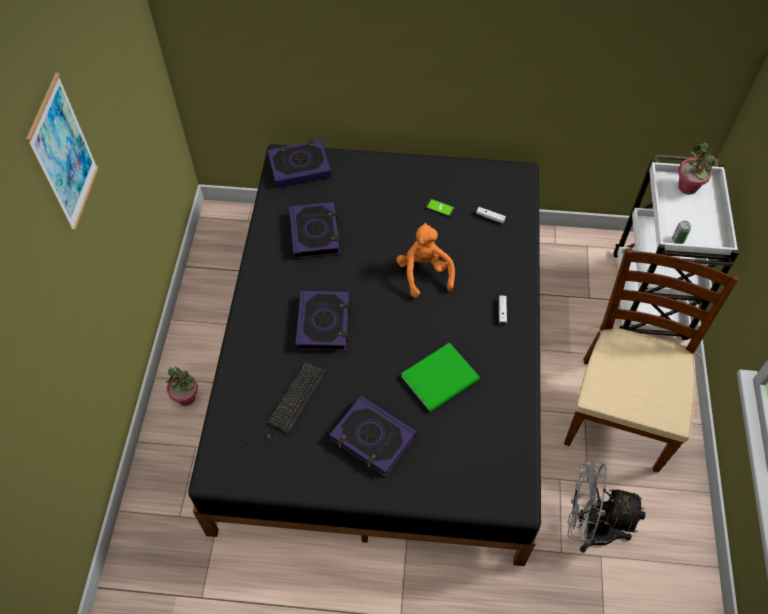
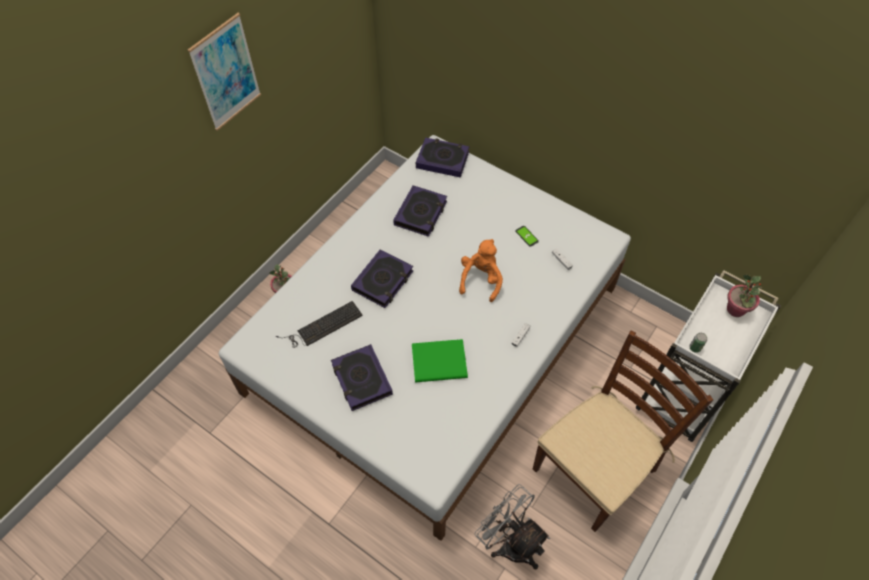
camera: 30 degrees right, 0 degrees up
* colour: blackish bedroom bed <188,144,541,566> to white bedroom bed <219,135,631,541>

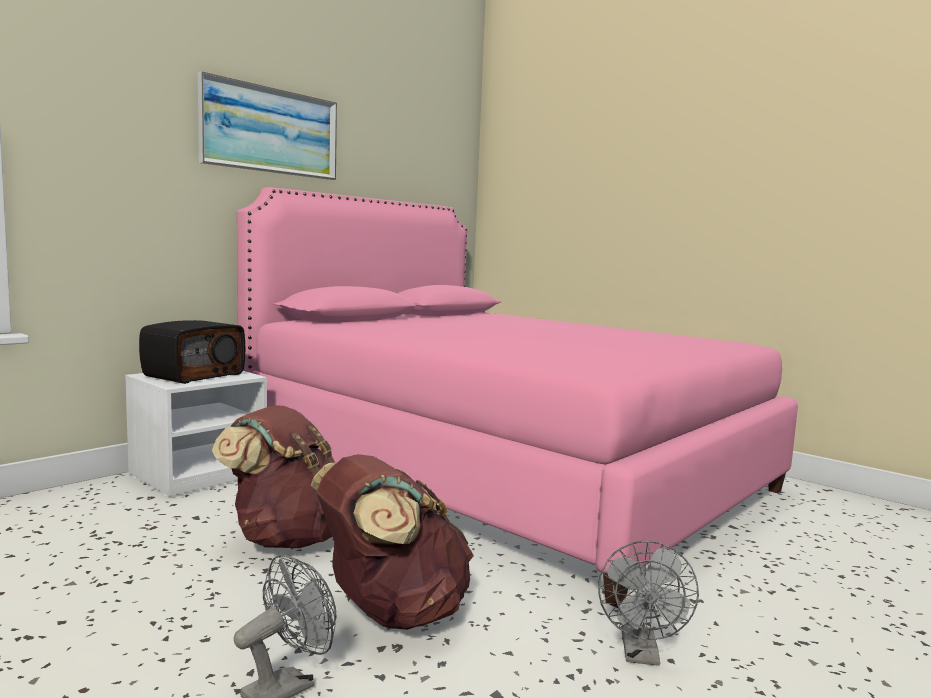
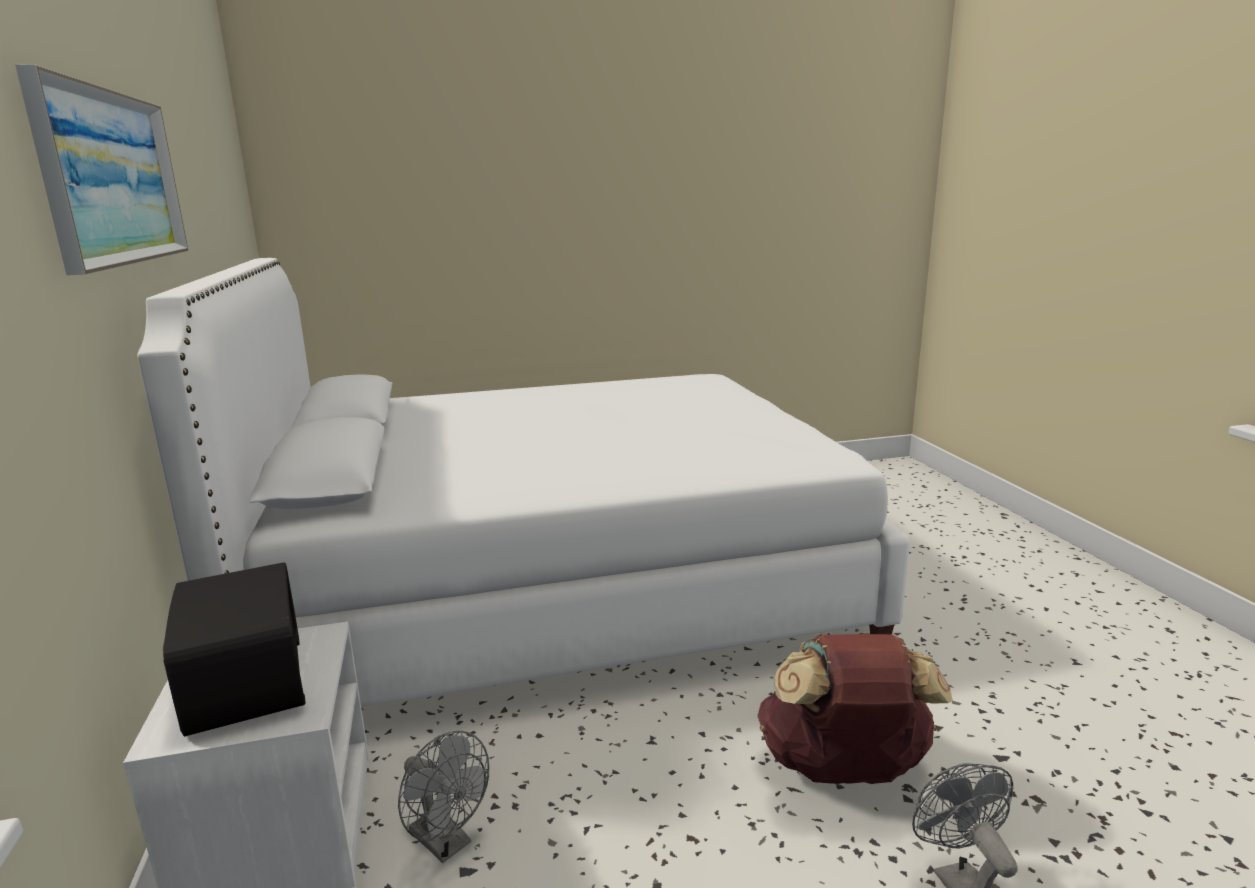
camera: 55 degrees left, 10 degrees up
* colour: pink-coloured bedroom bed <237,187,798,608> to white bedroom bed <137,258,910,707>
* relocated: grey cooling fan <598,541,699,666> to <398,731,489,863>
* missing: brownish rucksack <212,405,335,548>

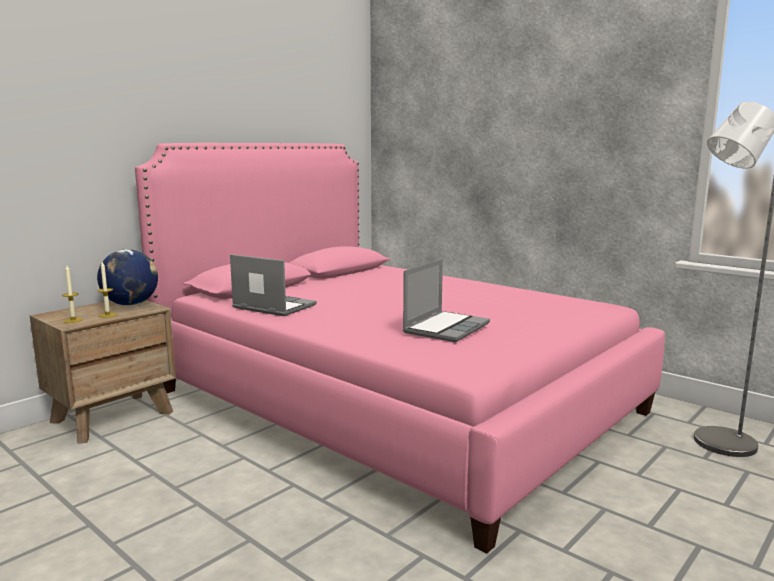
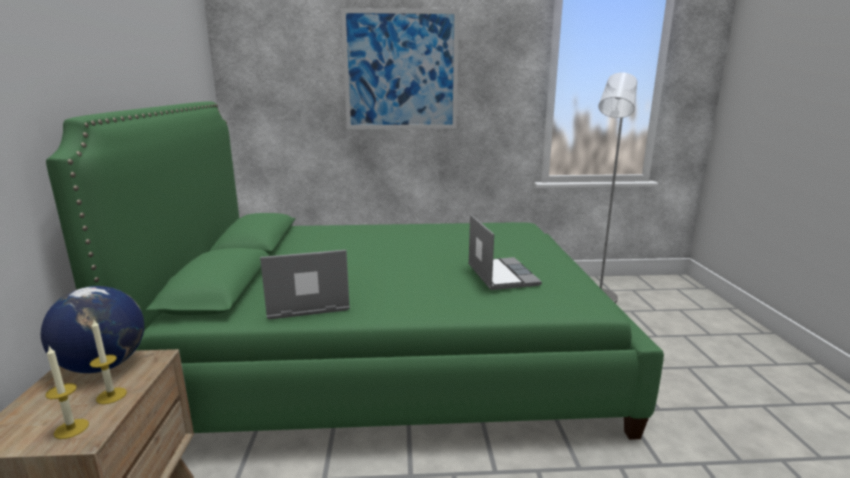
camera: 45 degrees left, 5 degrees up
* colour: pink-coloured bedroom bed <135,143,665,554> to green bedroom bed <46,101,664,440>
* appeared: picture <341,8,459,129>

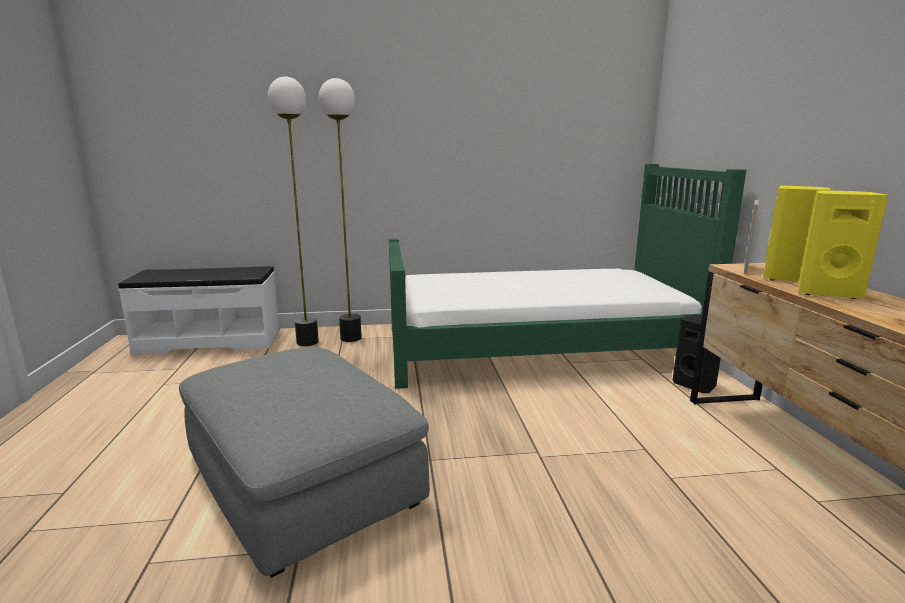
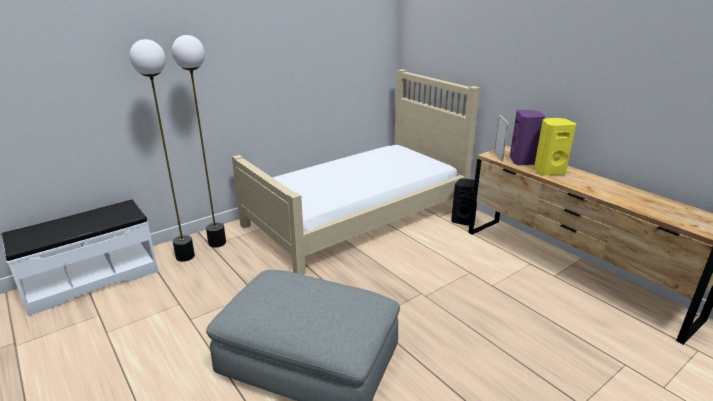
camera: 30 degrees left, 10 degrees up
* colour: green bedroom bed <389,164,746,389> to beige bedroom bed <232,69,480,275>
* colour: yellow-coloured audio speaker <763,186,831,282> to purple audio speaker <510,110,545,165>

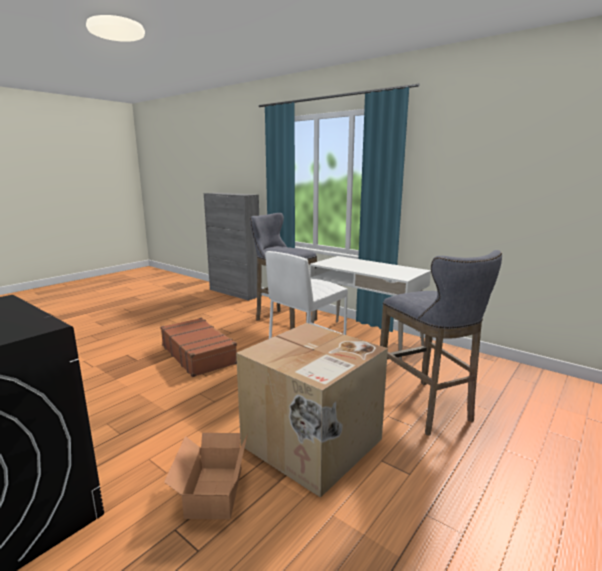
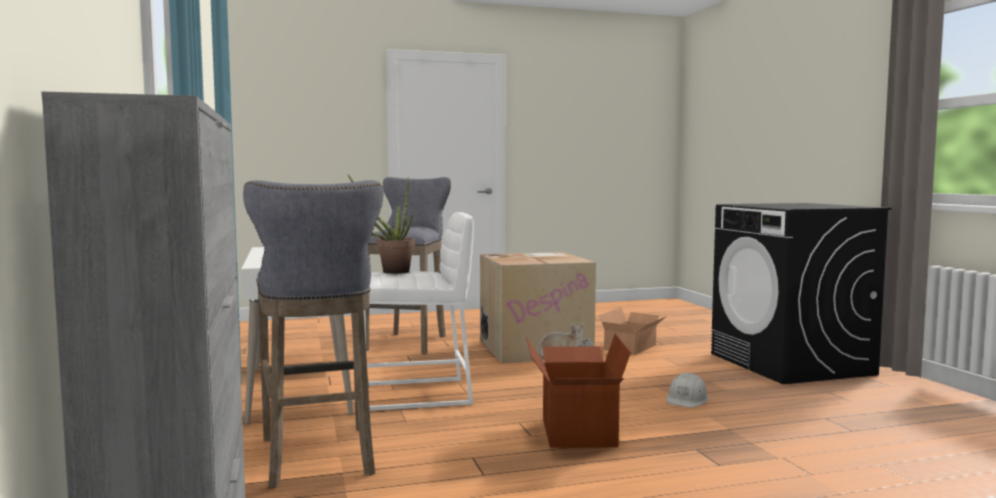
camera: 145 degrees left, 10 degrees down
* appeared: houseplant <347,174,415,274>
* exchanged: brownish piece of luggage <160,318,237,377> to cardboard box <526,333,631,448>
* appeared: white hard hat <667,372,709,408>

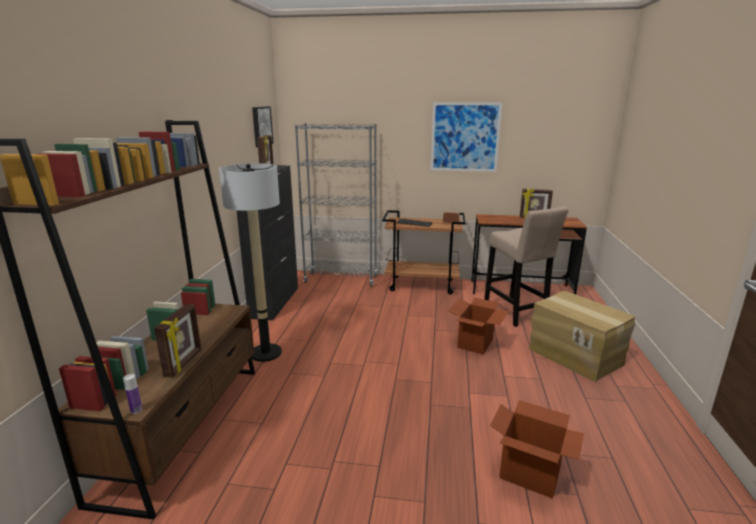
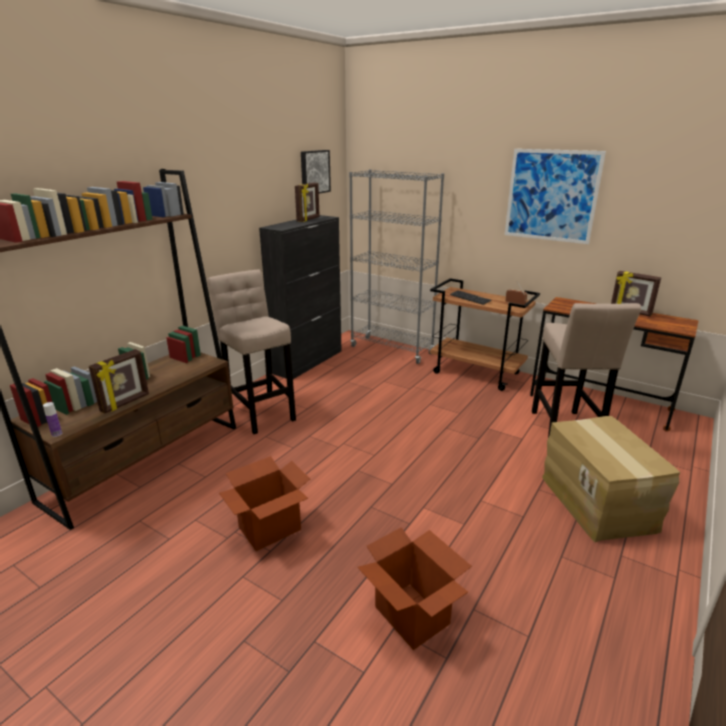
camera: 25 degrees right, 5 degrees up
* exchanged: floor lamp <219,163,282,362> to beige stool seat <207,269,296,434>
* relocated: cardboard box <448,298,509,355> to <219,456,310,551>

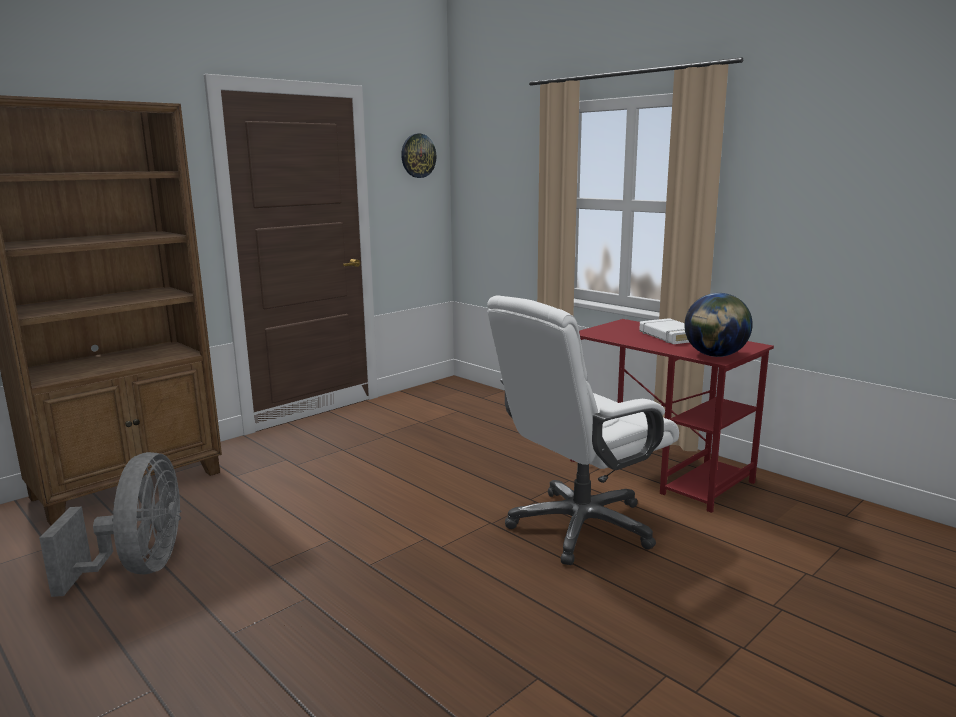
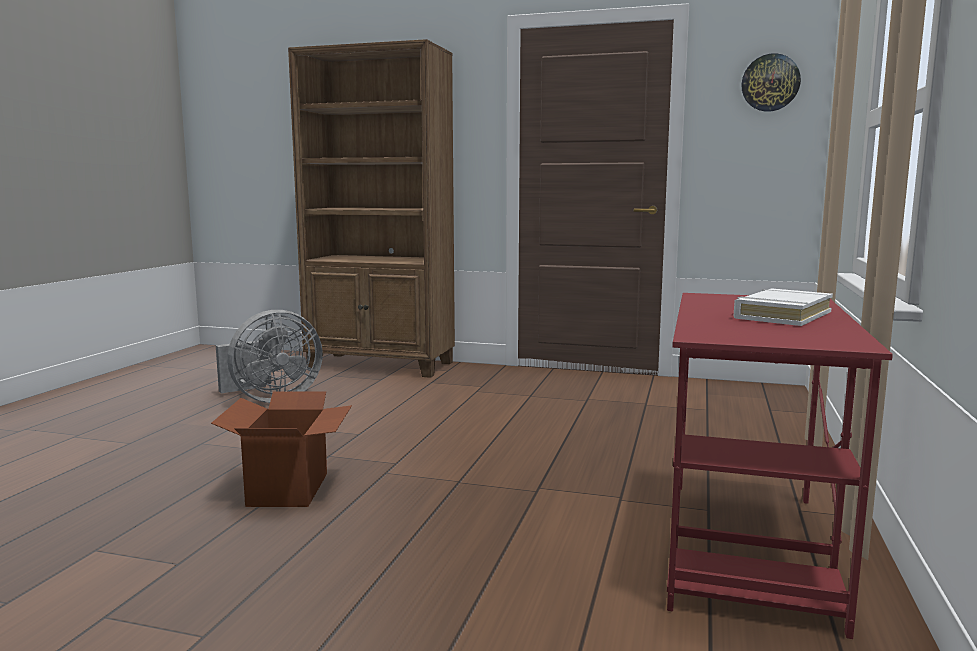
camera: 60 degrees right, 5 degrees down
* appeared: cardboard box <211,391,352,507>
* missing: white office chair <487,295,679,565>
* missing: globe <684,293,753,357>

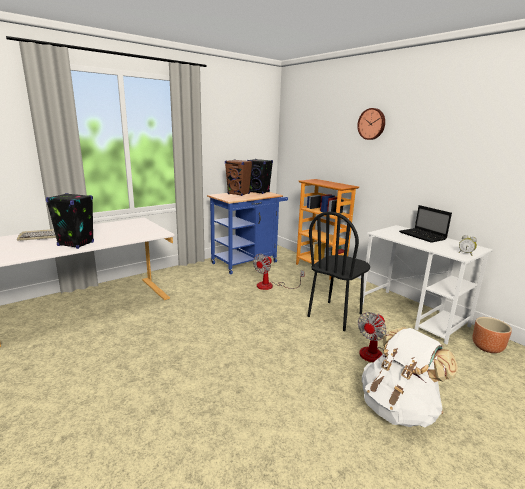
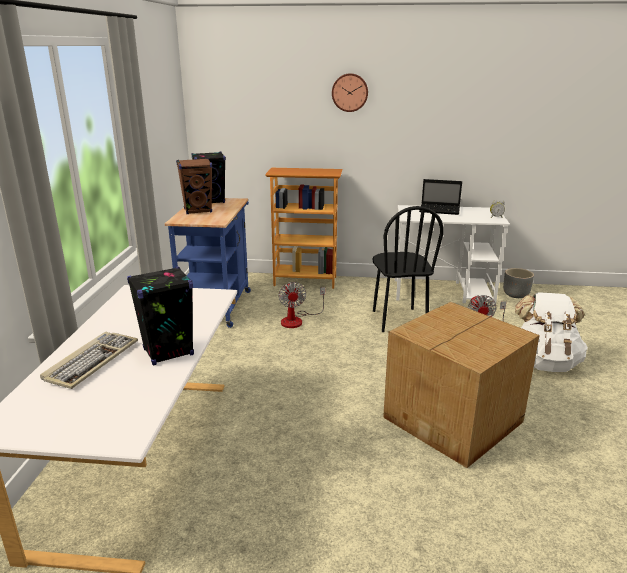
camera: 45 degrees left, 5 degrees up
* appeared: cardboard box <383,302,540,468>
* colour: brownish plant pot <472,317,512,353> to grey plant pot <503,268,534,298>

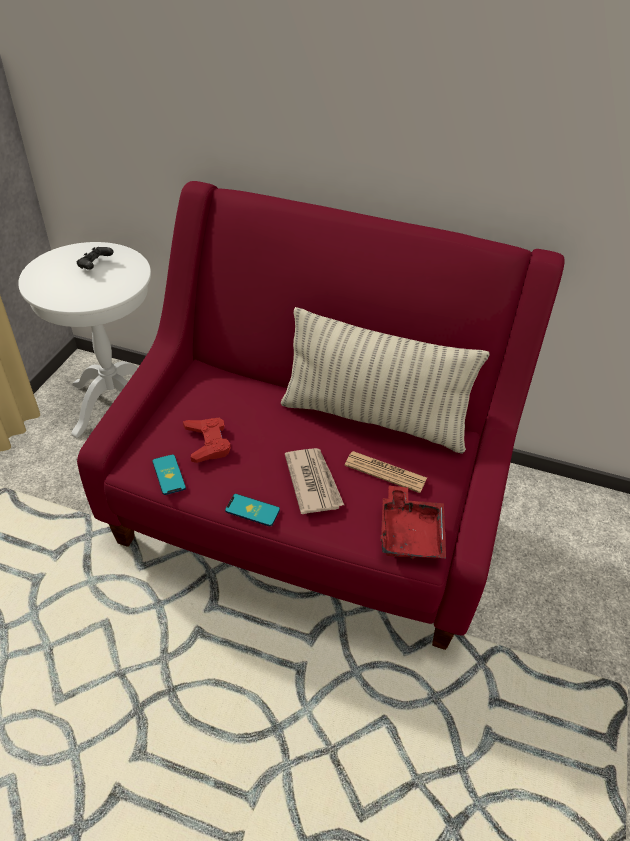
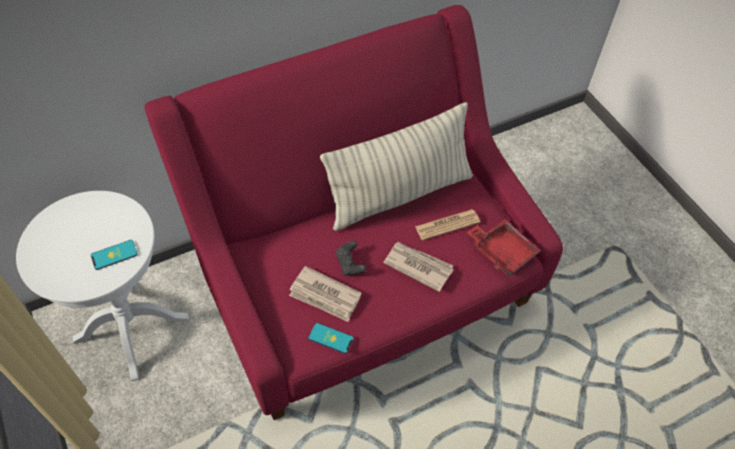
camera: 45 degrees left, 10 degrees up
* relocated: handset <225,494,280,526> to <91,240,138,270>
* exchanged: reddish game controller <183,418,231,463> to newspaper <289,266,362,322>
* relocated: blackish game controller <77,247,114,270> to <336,241,366,276>

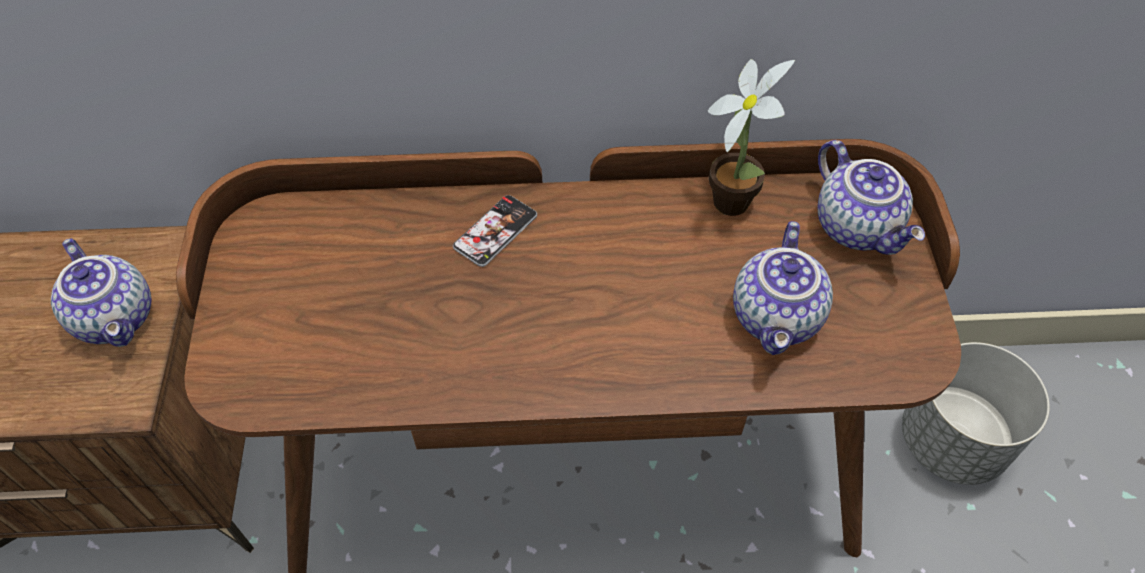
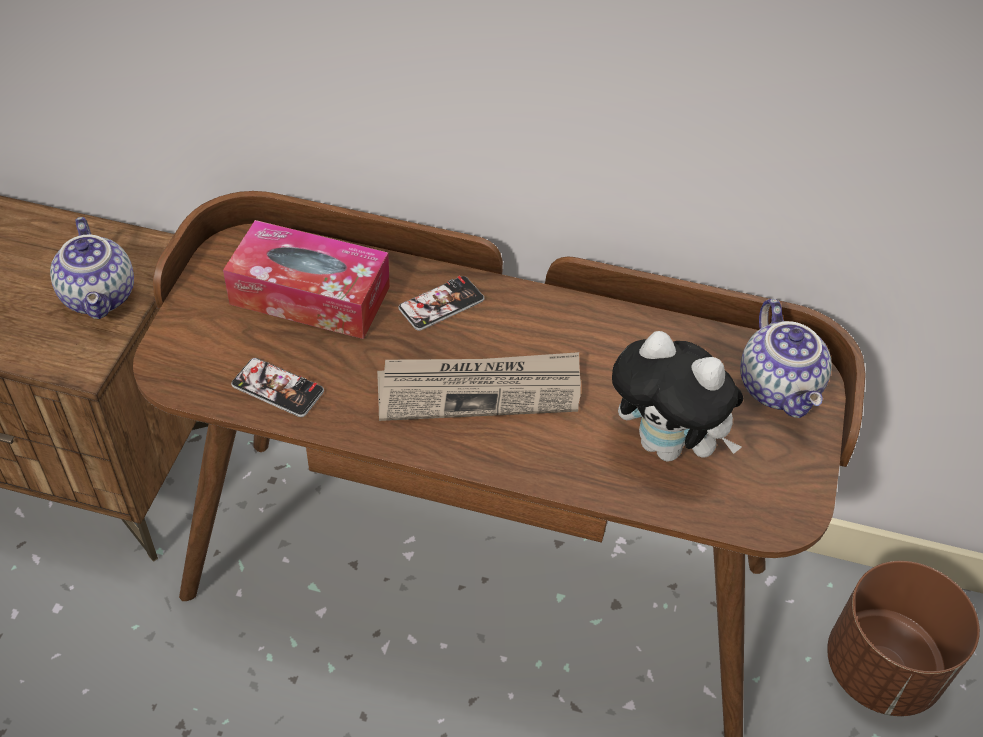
camera: 15 degrees right, 5 degrees down
* appeared: box of tissues <223,220,390,339>
* appeared: handset <231,358,324,417>
* appeared: newspaper <377,352,581,421>
* exchanged: tea pot <733,221,833,355> to soft toy <612,331,744,462>
* colour: grey plant pot <902,342,1050,485> to brownish plant pot <827,561,980,716>
* missing: houseplant <708,59,795,216>

